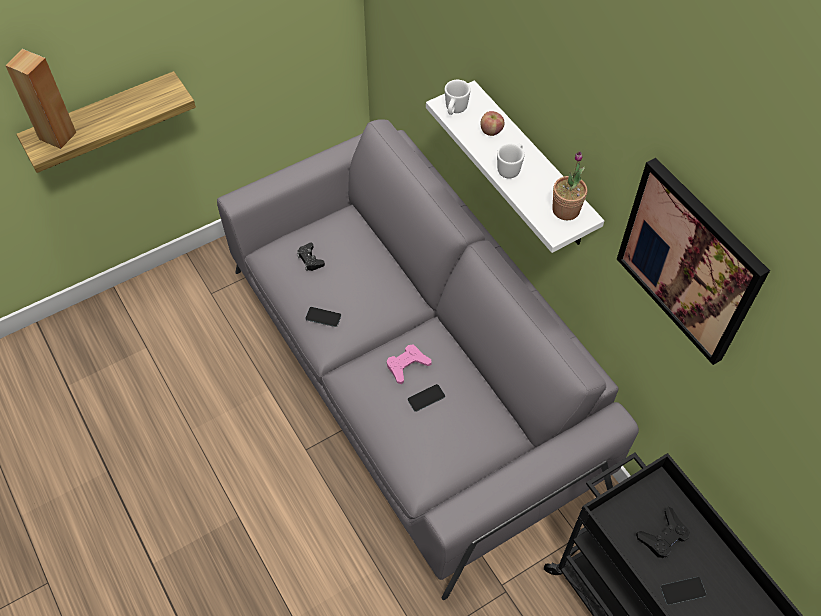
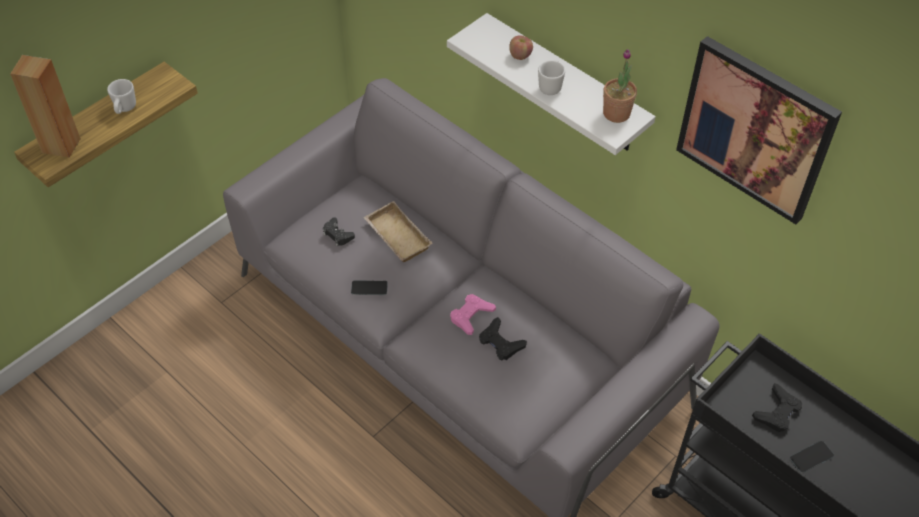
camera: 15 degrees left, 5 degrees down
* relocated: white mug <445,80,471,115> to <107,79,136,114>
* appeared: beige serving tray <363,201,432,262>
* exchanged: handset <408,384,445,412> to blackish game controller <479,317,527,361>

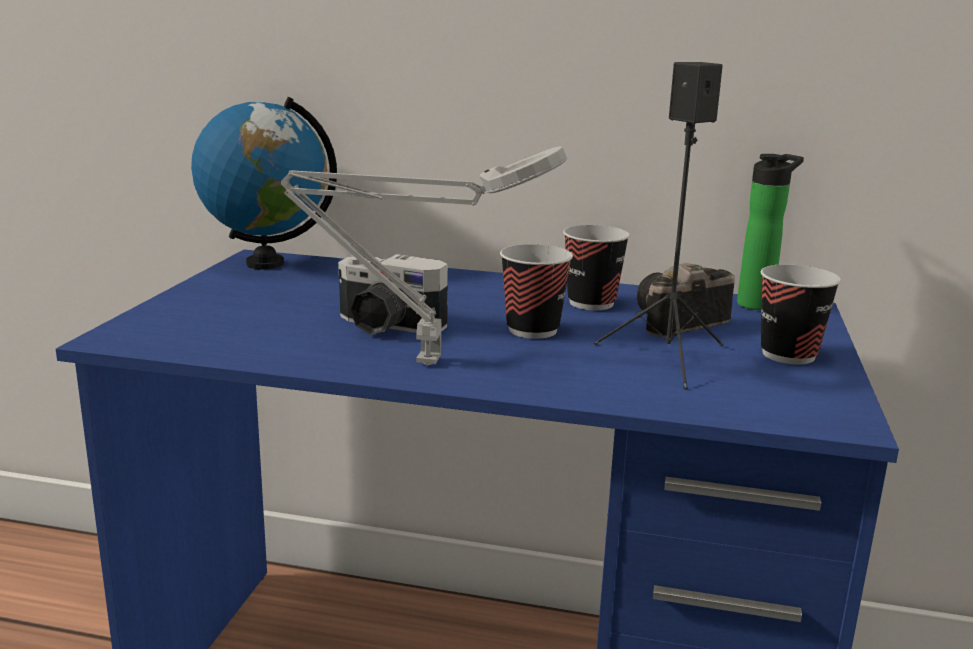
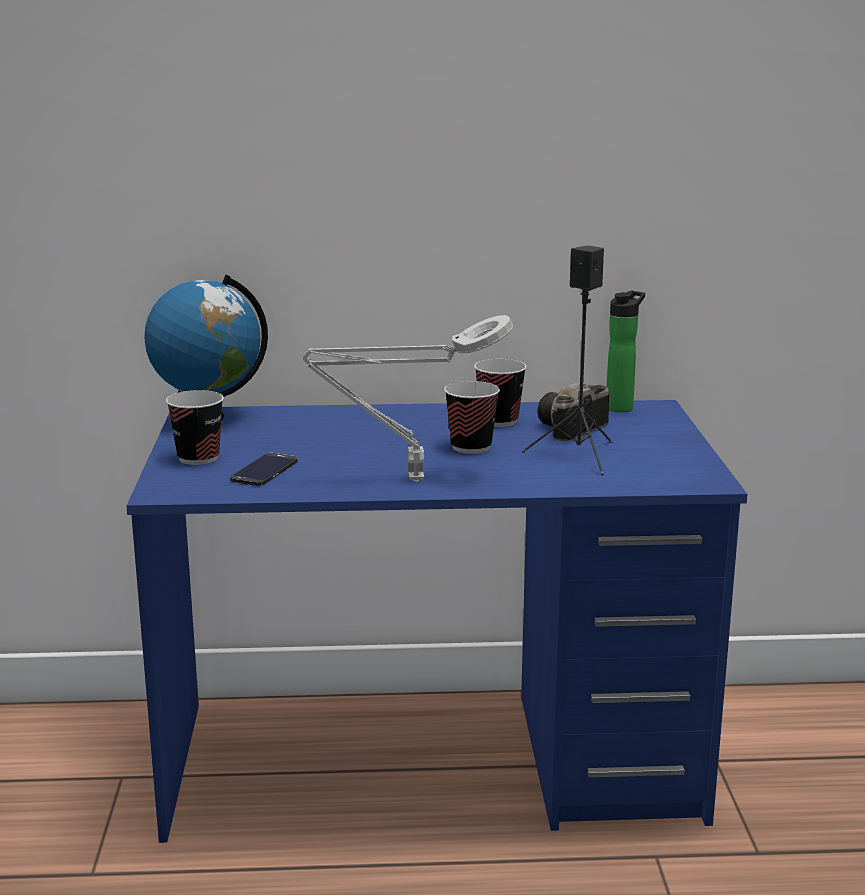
camera: 15 degrees left, 0 degrees up
* relocated: small cup <761,264,841,365> to <166,390,224,465>
* appeared: handset <230,453,298,486>
* missing: still camera <338,254,448,335>

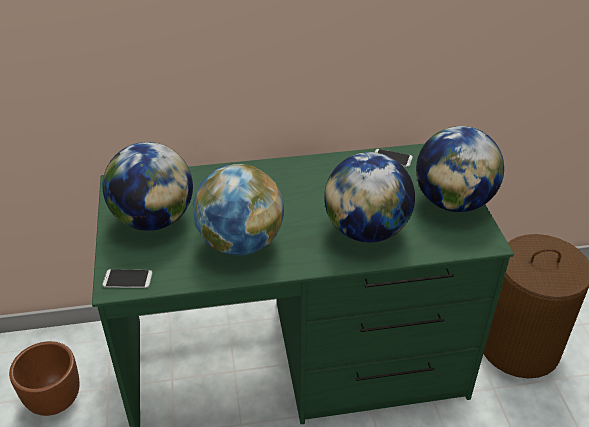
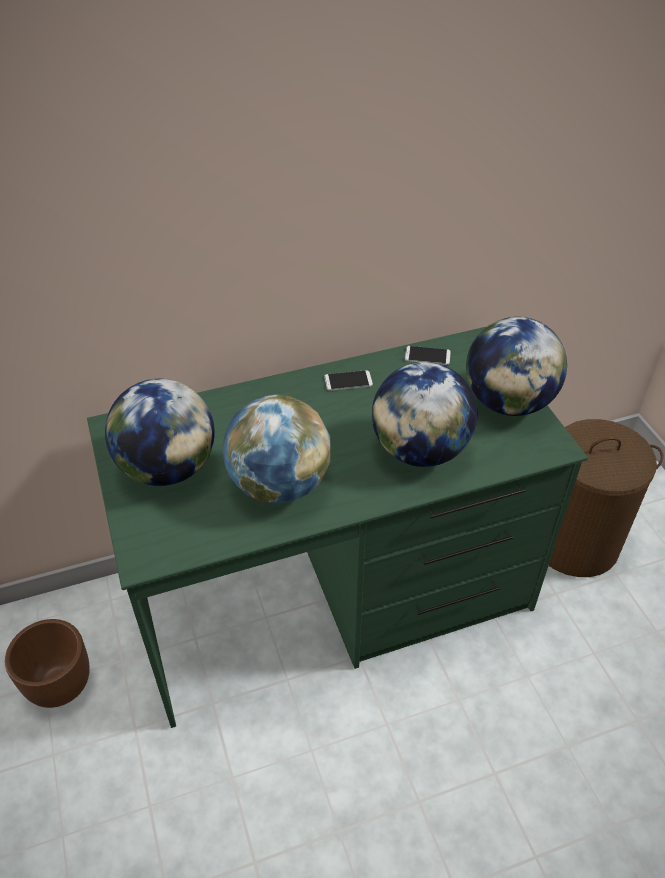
camera: 10 degrees left, 5 degrees up
* relocated: handset <102,269,153,288> to <324,370,373,391>

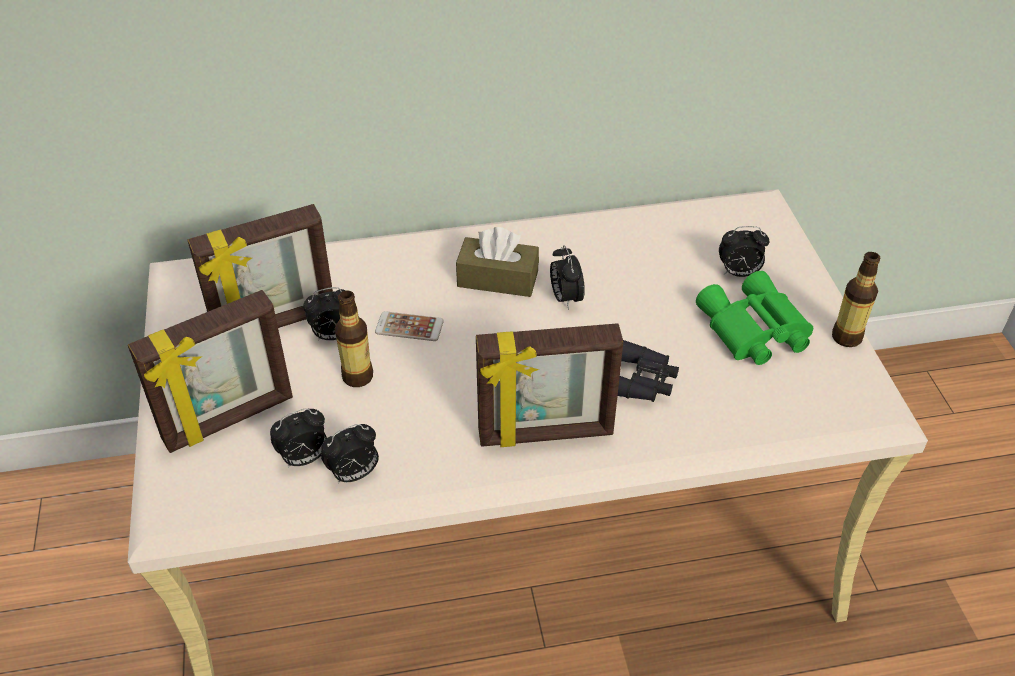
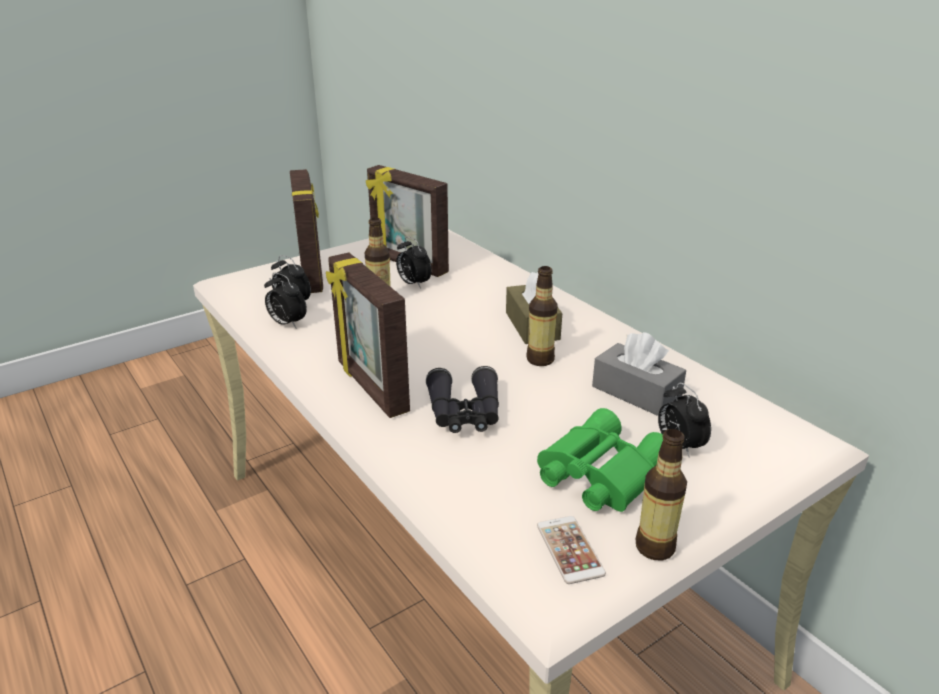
camera: 65 degrees right, 15 degrees down
* spun: picture frame <128,290,293,453> = <290,169,323,293> 135 degrees counterclockwise
* exchanged: alarm clock <550,245,585,310> to bottle <526,266,558,366>
* relocated: handset <375,311,444,341> to <537,516,606,584>
* appeared: grey box of tissues <592,332,686,416>

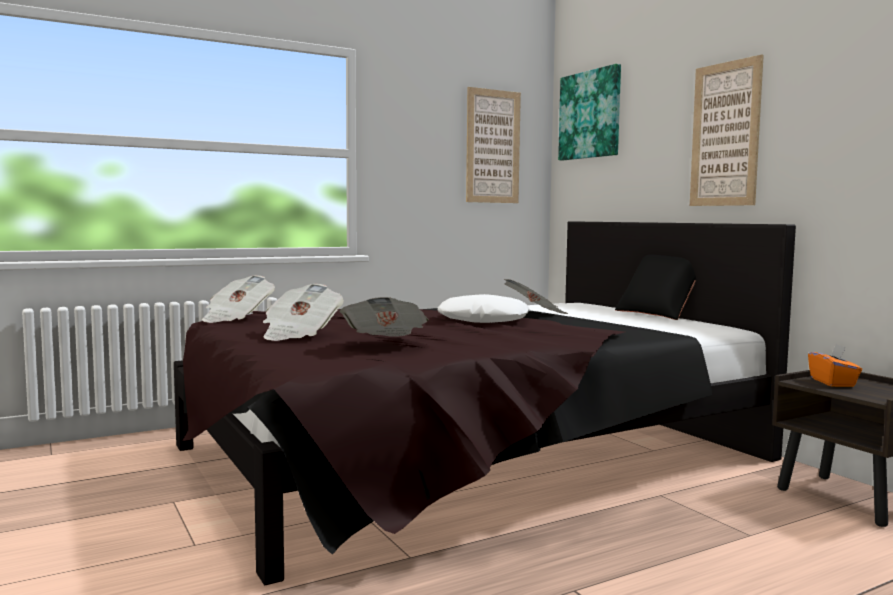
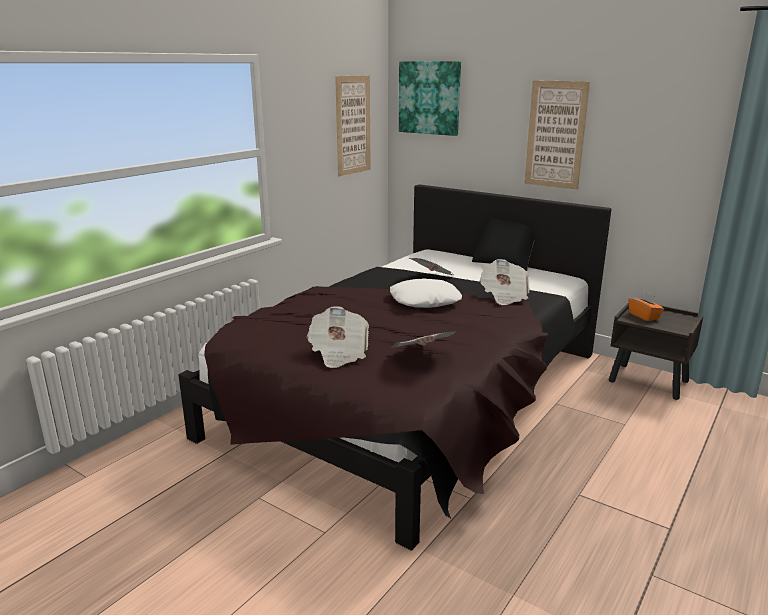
camera: 25 degrees left, 15 degrees up
* relocated: newspaper <202,275,275,323> to <480,259,530,305>

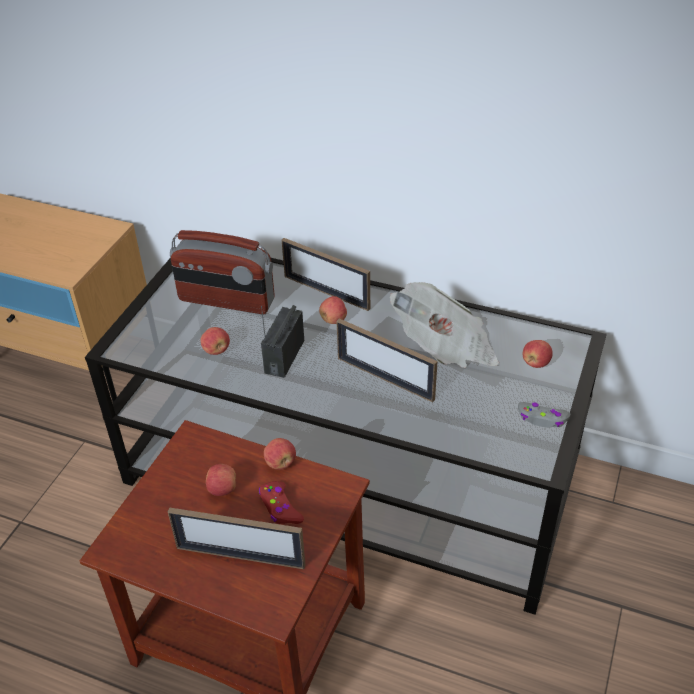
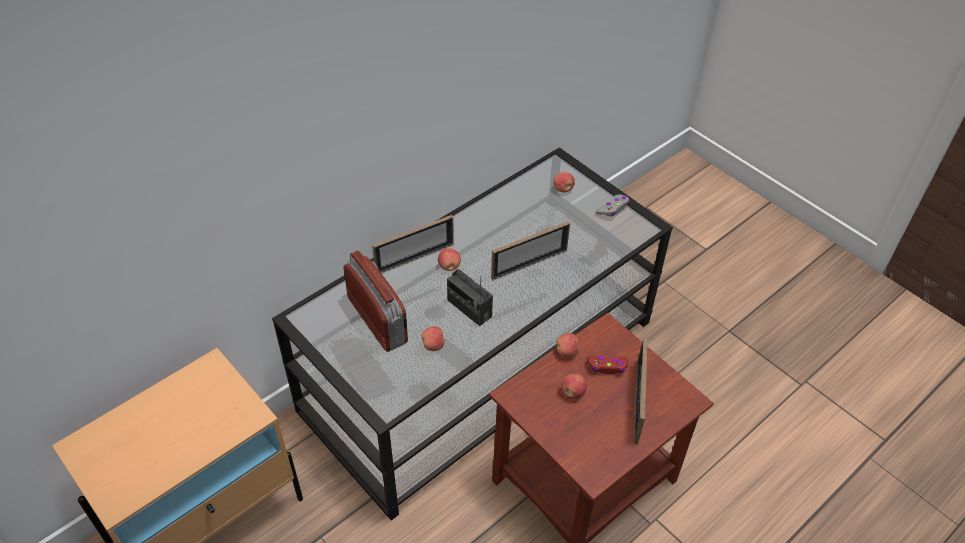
camera: 65 degrees left, 5 degrees up
* spun: radio receiver <170,230,275,314> = <343,251,408,352> 75 degrees counterclockwise
* spun: picture frame <168,507,305,569> = <634,337,648,444> 150 degrees clockwise
* missing: newspaper <390,282,499,368>

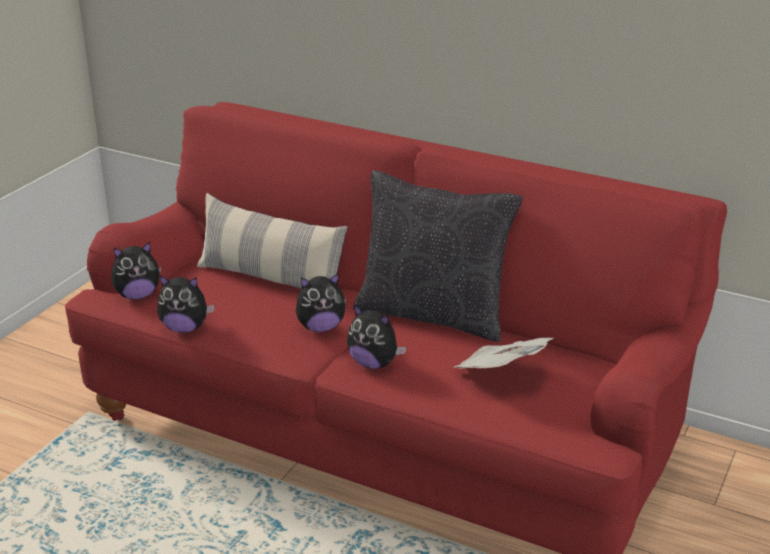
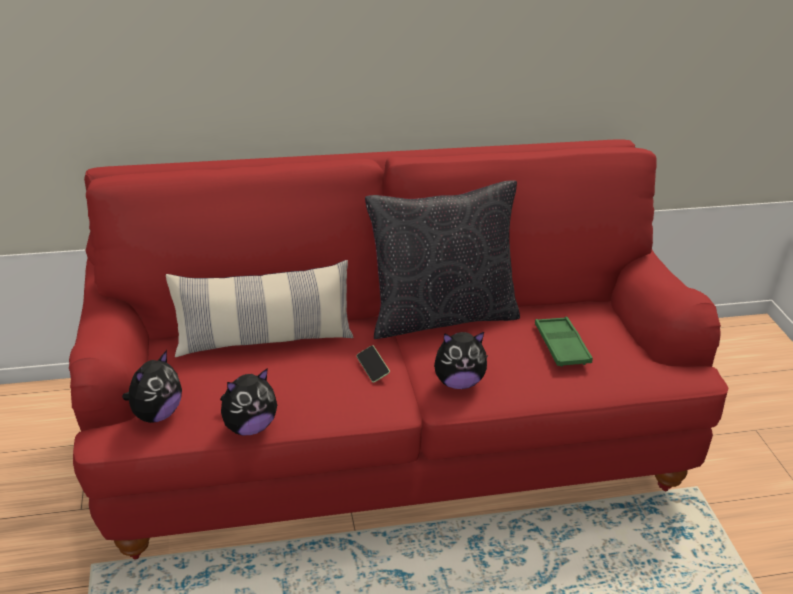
camera: 40 degrees left, 5 degrees up
* exchanged: soft toy <296,273,346,332> to handset <356,345,390,383>
* exchanged: newspaper <454,338,554,368> to green serving tray <535,317,593,367>

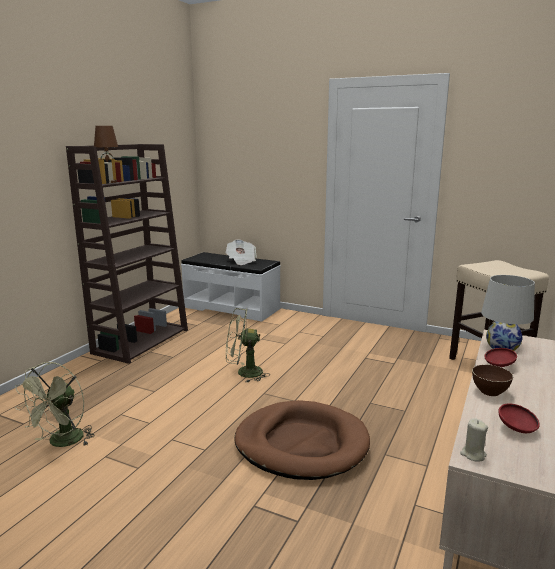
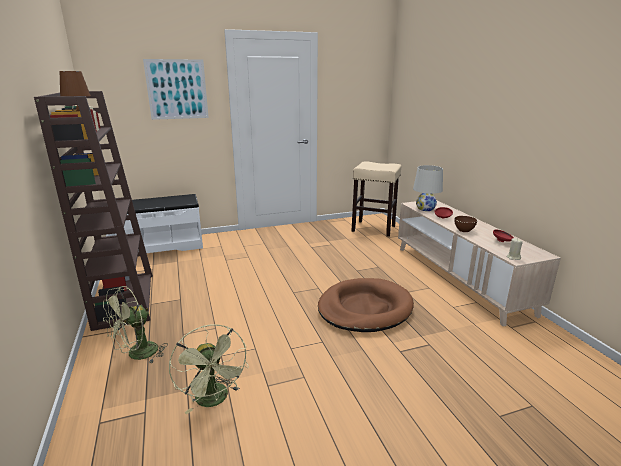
camera: 45 degrees left, 5 degrees up
* relocated: green cooling fan <226,308,270,382> to <103,286,168,363>
* appeared: picture <143,59,209,120>
* missing: newspaper <226,239,256,265>

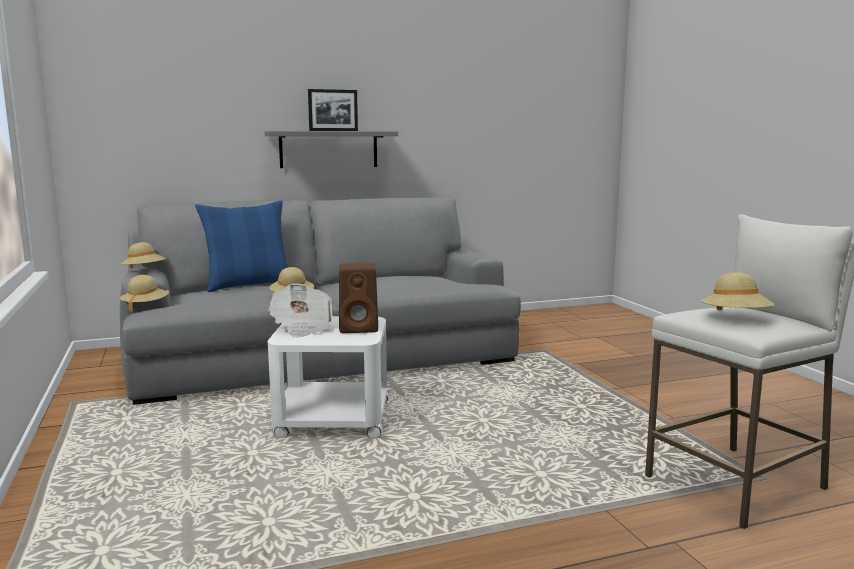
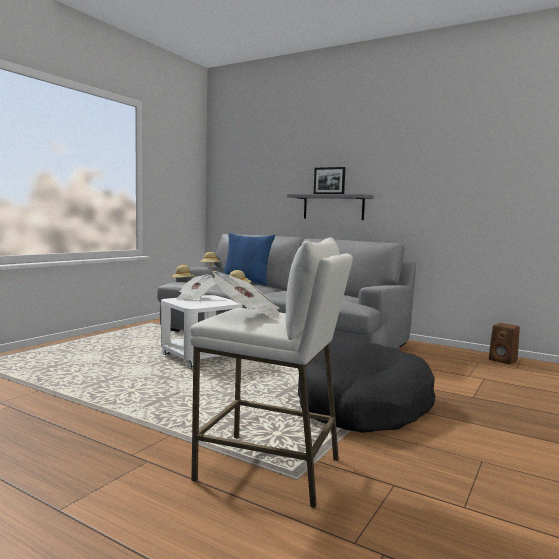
camera: 50 degrees right, 5 degrees down
* exchanged: beige wearable hat <701,272,775,311> to newspaper <213,271,280,319>
* appeared: blackish dog bed <298,343,435,433>
* relocated: brownish audio speaker <339,263,378,333> to <489,323,520,364>

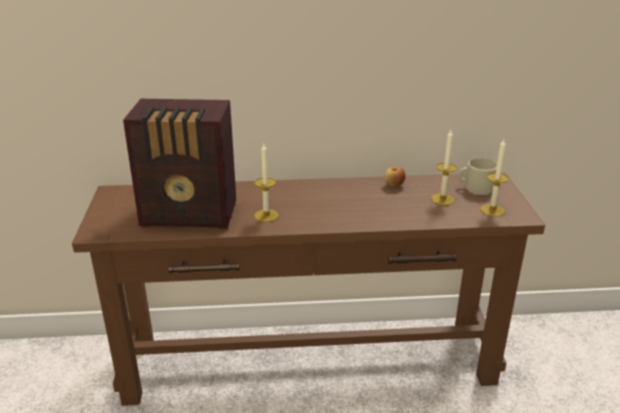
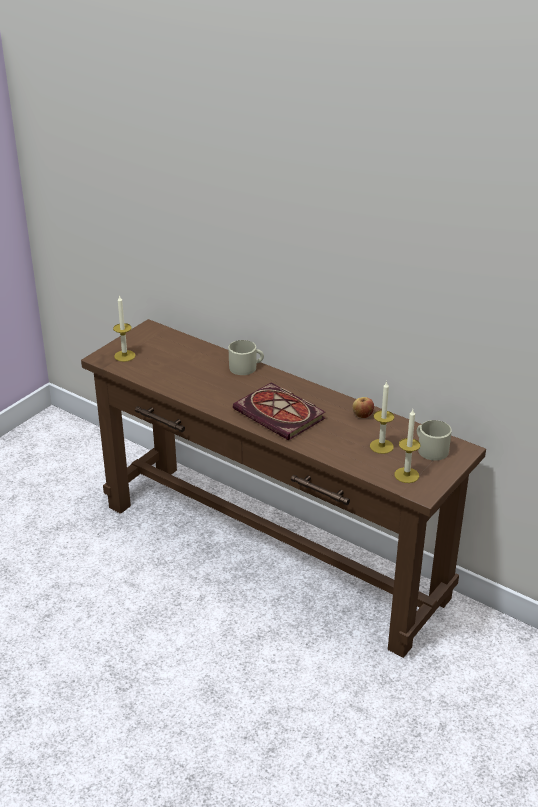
camera: 40 degrees right, 5 degrees up
* relocated: wax candle <254,144,279,222> to <113,295,135,362>
* appeared: beige mug <229,340,264,375>
* appeared: volume <233,383,325,440>
* missing: radio receiver <123,99,236,228>

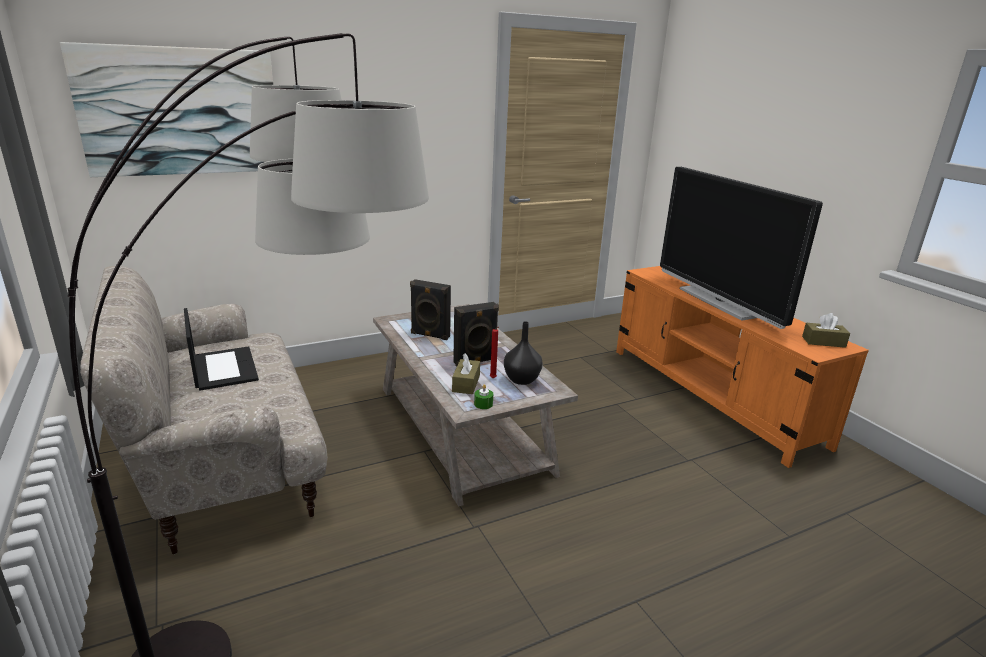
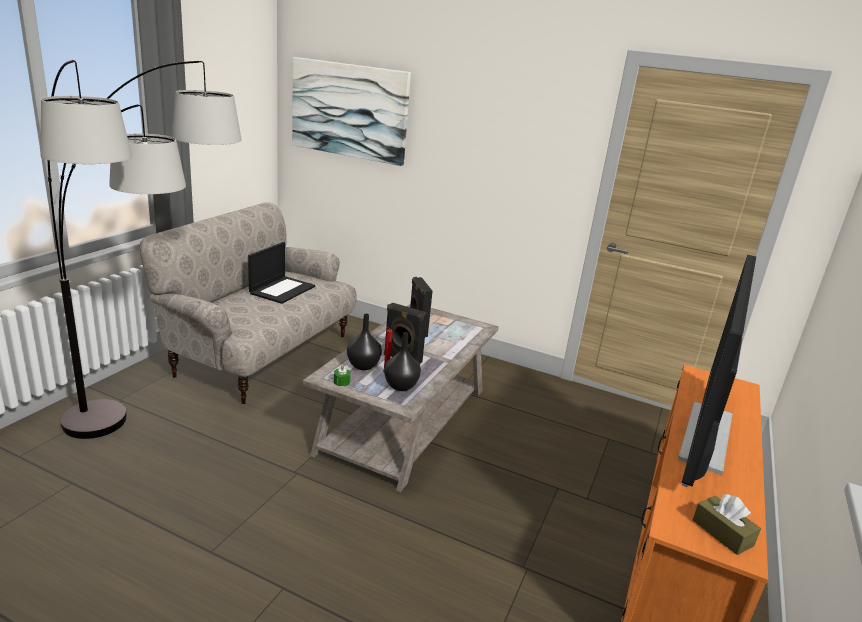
camera: 50 degrees right, 0 degrees up
* exchanged: brownish box of tissues <452,353,480,394> to blackish decorative vase <347,314,382,370>

